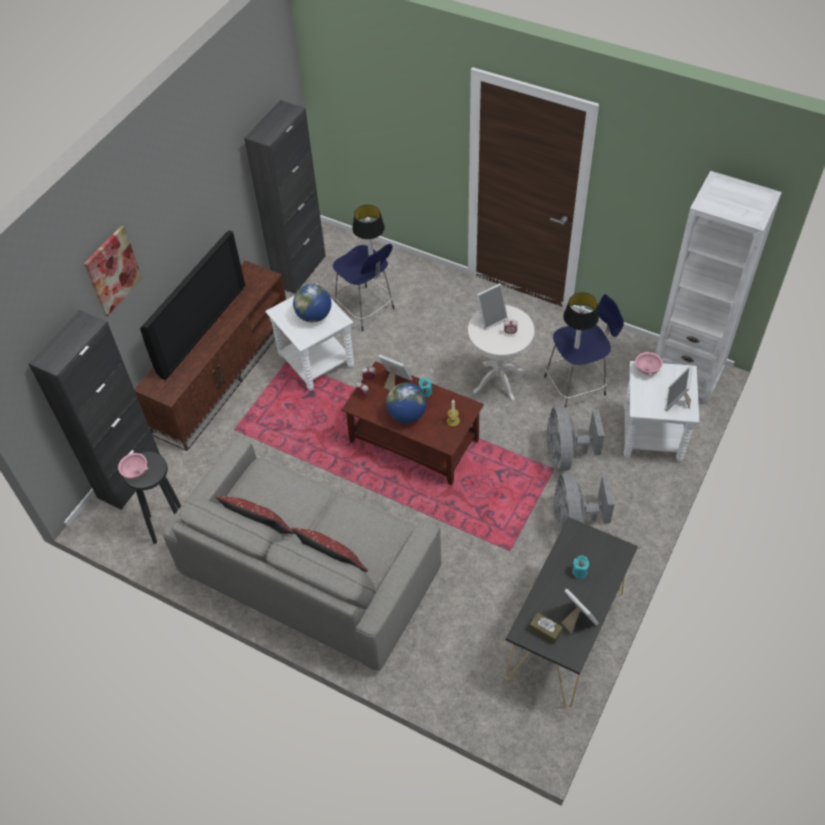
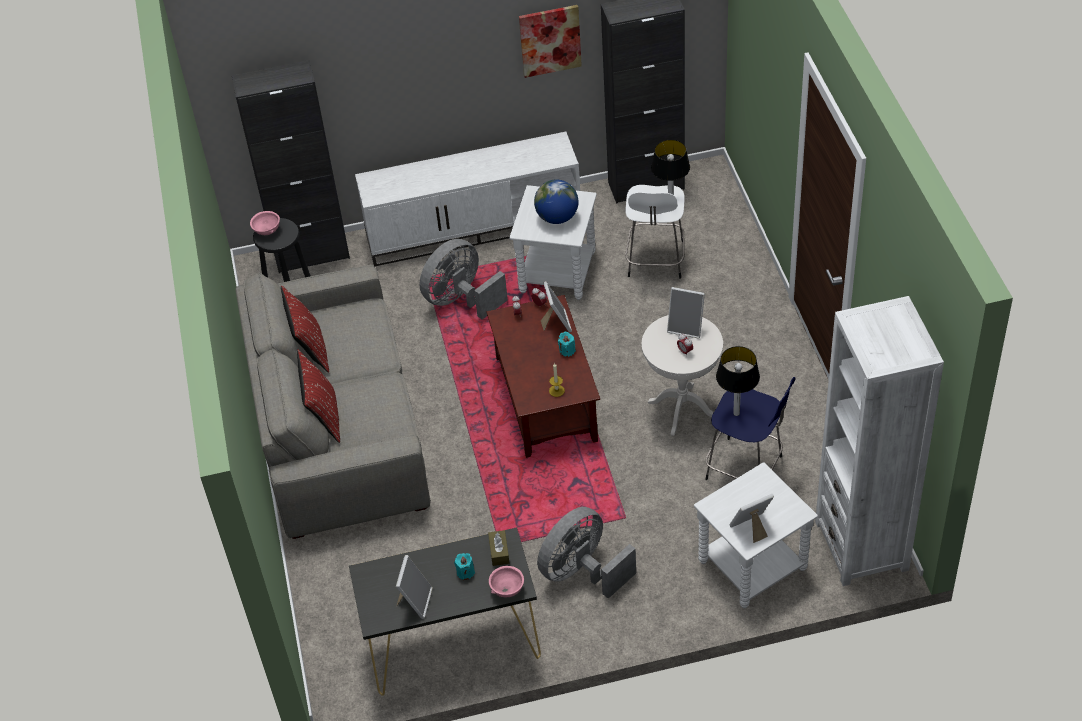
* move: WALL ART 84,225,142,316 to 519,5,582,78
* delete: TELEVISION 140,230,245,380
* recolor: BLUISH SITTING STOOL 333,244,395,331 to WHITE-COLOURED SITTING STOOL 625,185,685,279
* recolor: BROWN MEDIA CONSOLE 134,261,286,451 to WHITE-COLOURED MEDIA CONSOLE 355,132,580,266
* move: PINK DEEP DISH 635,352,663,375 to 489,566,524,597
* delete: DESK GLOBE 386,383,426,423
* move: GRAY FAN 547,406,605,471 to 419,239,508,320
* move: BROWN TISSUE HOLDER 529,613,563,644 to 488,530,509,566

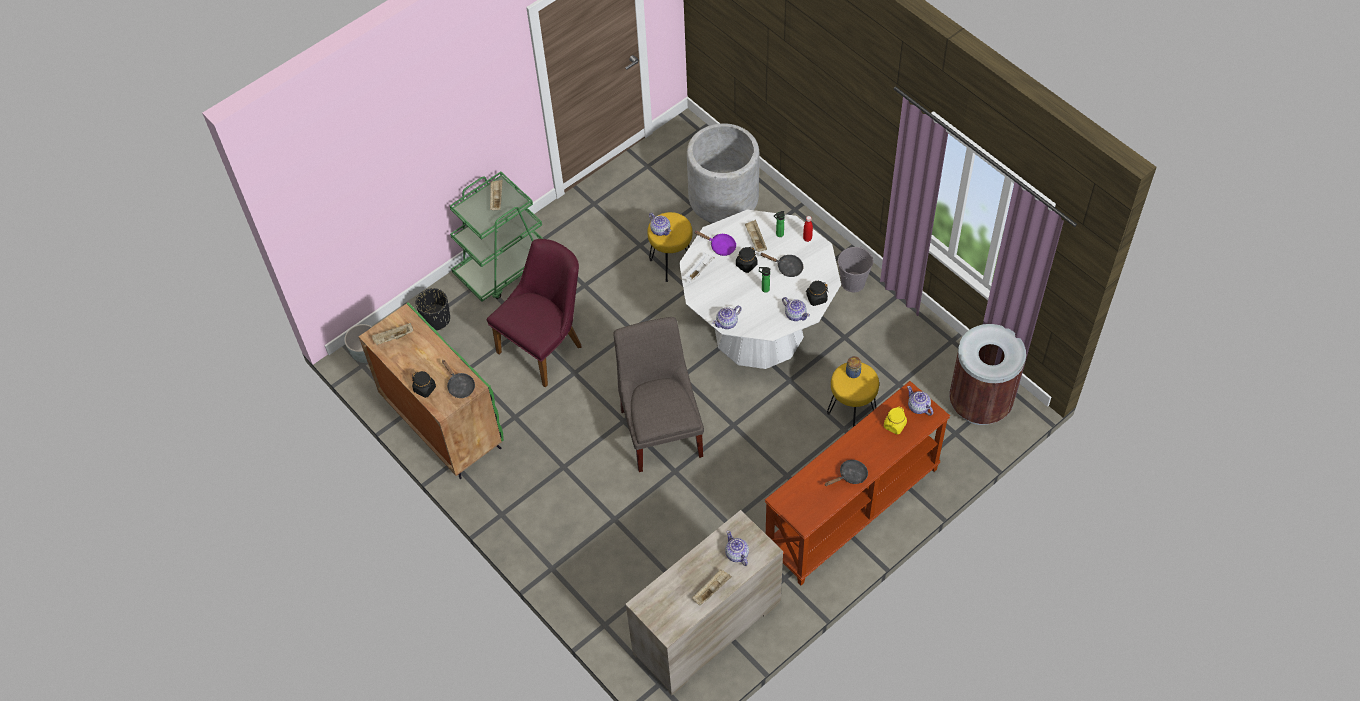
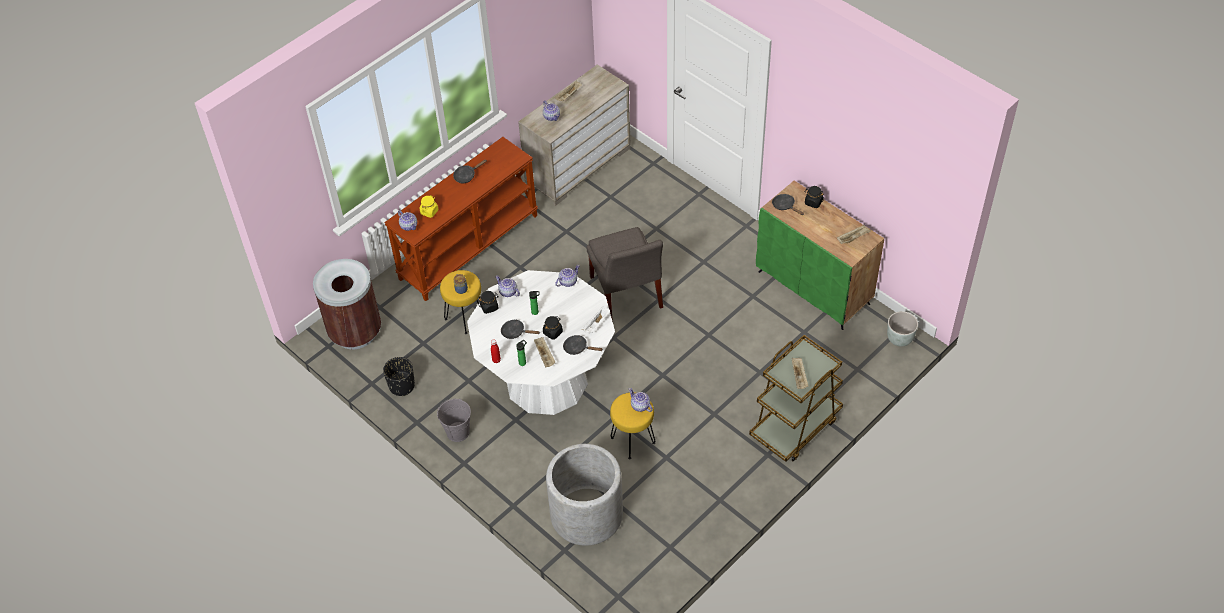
* recolor: GREENISH CART 450,171,543,301 to BROWN CART 749,335,843,462
* recolor: PURPLE-COLOURED SKILLET 695,231,736,256 to BLACKISH SKILLET 563,335,602,355
* delete: PURPLE-COLOURED CHAIR 487,239,582,388
* move: BLACKISH FLOWER POT 416,288,450,331 to 383,357,415,396

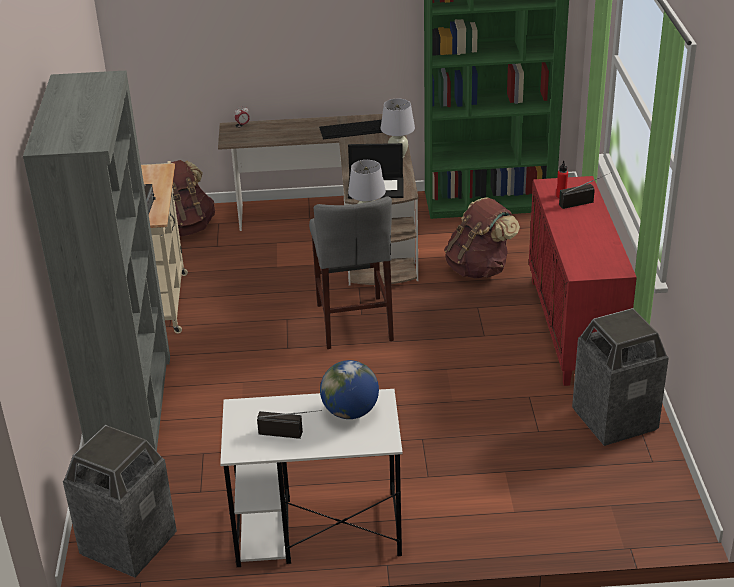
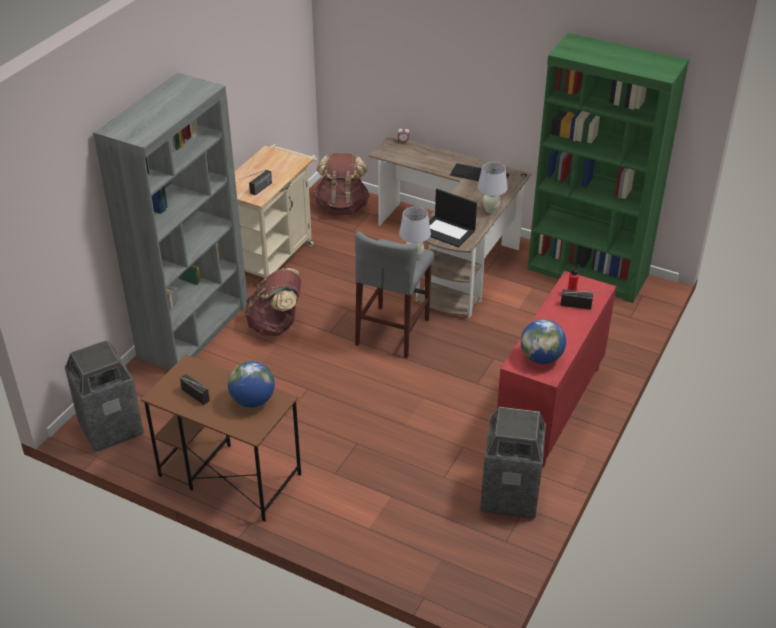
* move: BROWN BACKPACK 444,197,520,278 to 244,268,301,336
* recolor: WHITE-COLOURED DESK UNIT 220,389,403,567 to BROWN DESK UNIT 141,354,301,522
* insert: DESK GLOBE 521,319,566,364

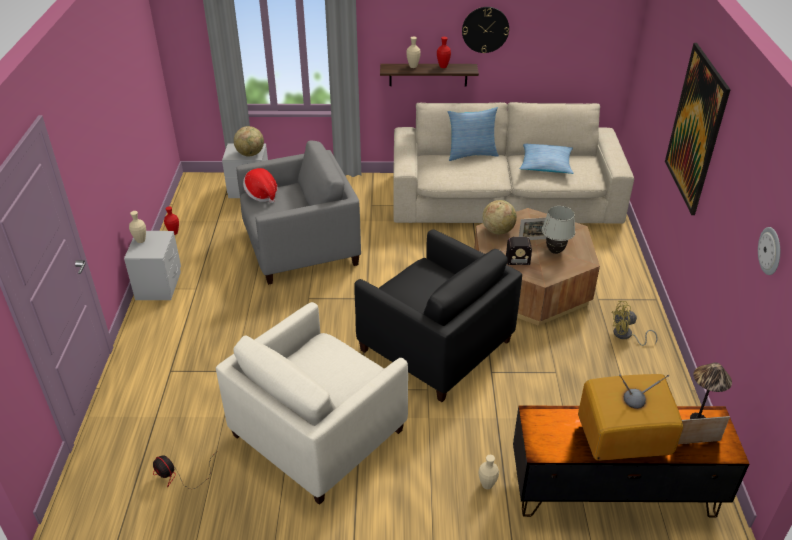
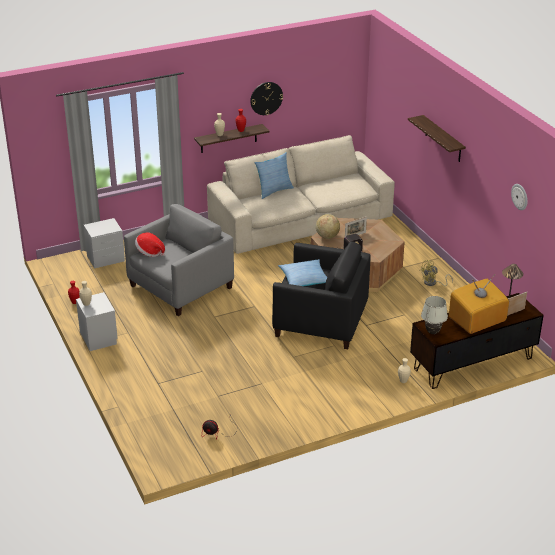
* replace: WALL ART 665,43,731,215 to BRACKET SHELF 408,115,466,162
* delete: DESK GLOBE 234,126,264,156
* move: PILLOW 520,144,574,174 to 278,259,327,286
* move: WHITE-COLOURED TABLE LAMP 542,206,575,254 to 421,296,448,334
* delete: BEIGE-COLOURED ARMCHAIR 216,302,408,505

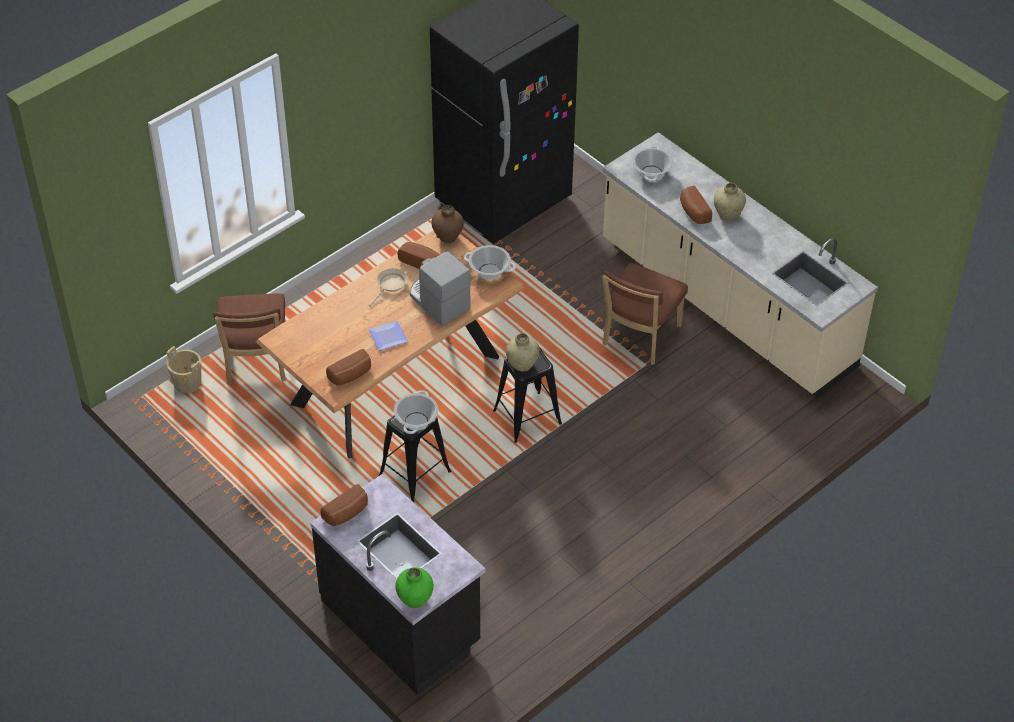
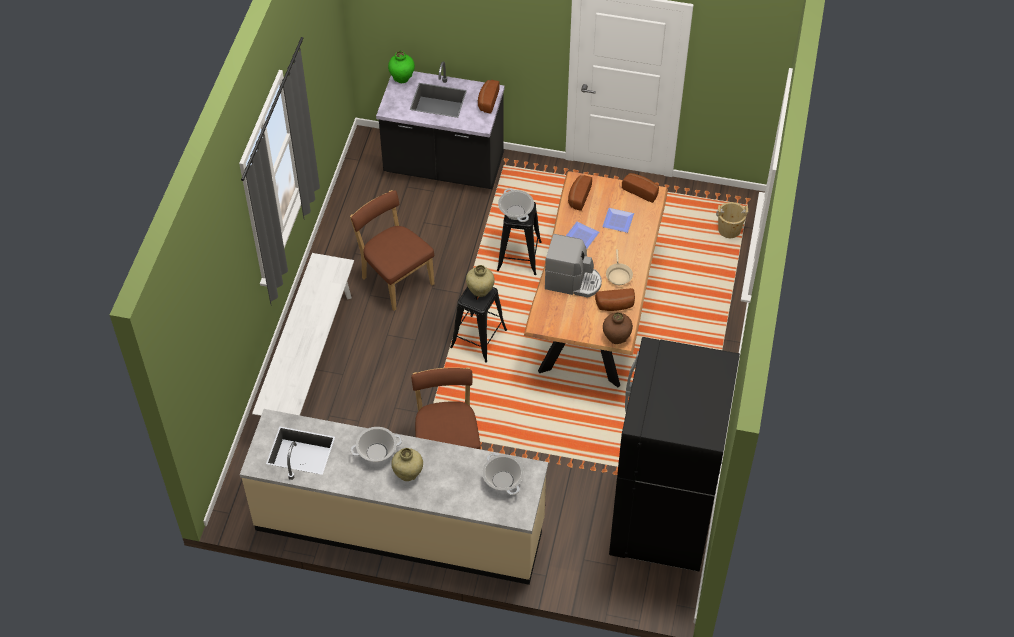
* move: BREAD 680,186,712,224 to 622,173,659,203
* move: STOCKPOT 464,245,516,280 to 350,427,402,462
* move: BROWN CHAIR 213,293,286,385 to 350,190,435,311
* insert: DINNER PLATE 602,208,634,233
* insert: WHITE-COLOURED BENCH 252,253,354,416

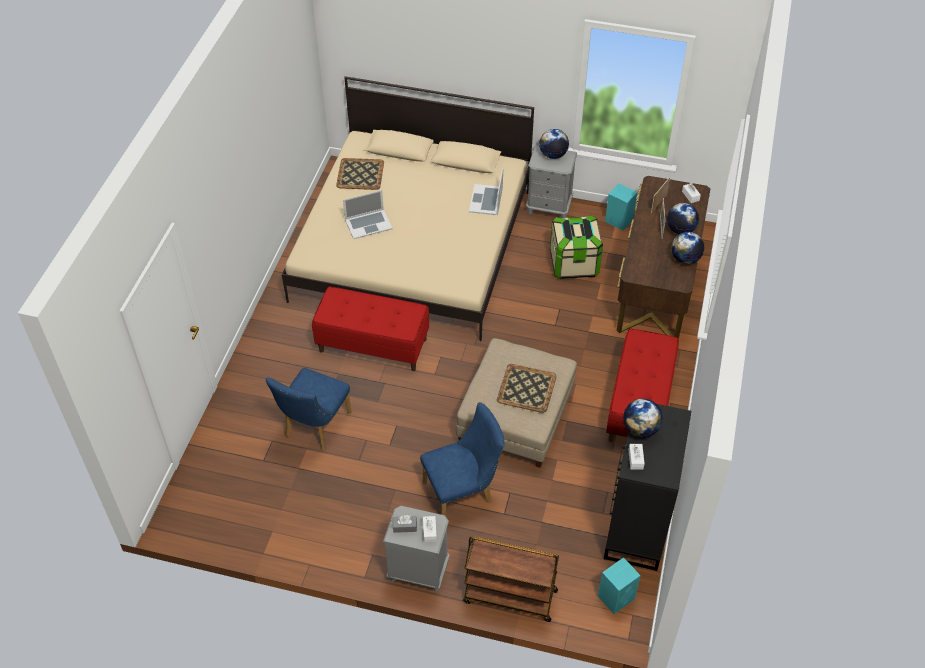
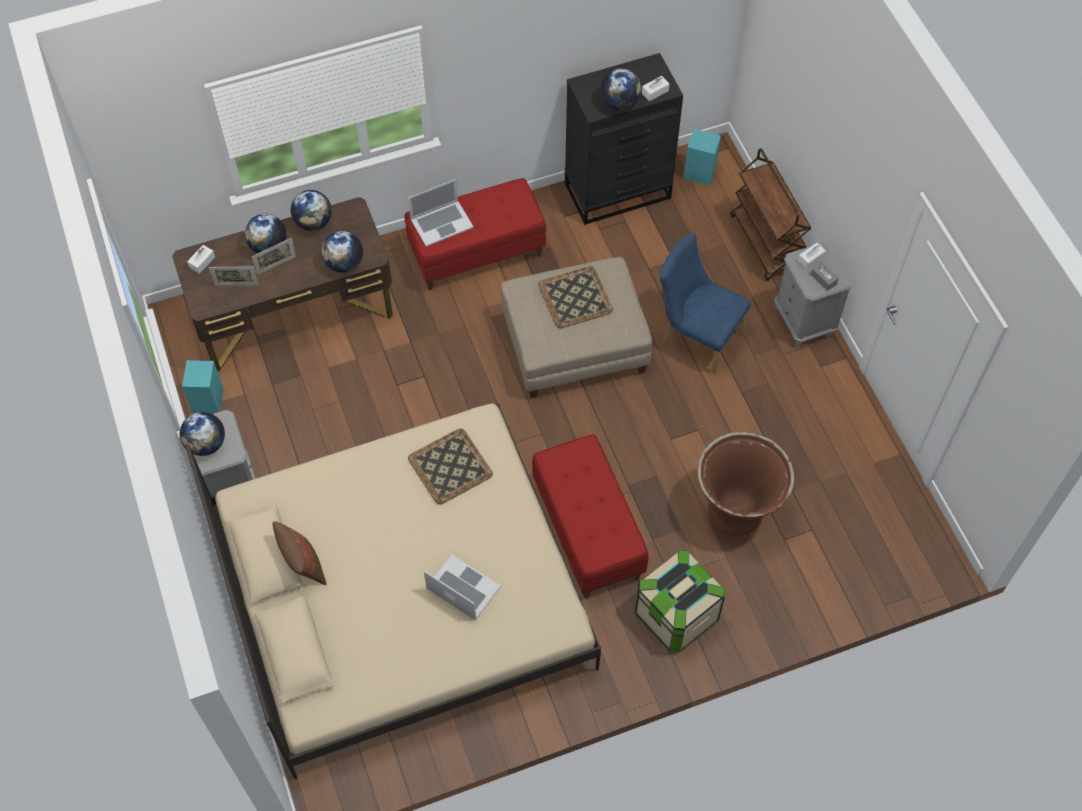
* move: CARRYING TRAY 336,158,384,190 to 408,429,493,504
* move: PORTABLE COMPUTER 469,168,503,215 to 408,179,474,247
* move: STORAGE BIN 550,215,603,279 to 635,550,725,652
* replace: BLUISH CHAIR 265,368,351,450 to BROWN FLOWER POT 697,432,794,536
* insert: DESK GLOBE 321,231,363,273
* insert: BROWN PILLOW 273,521,327,585

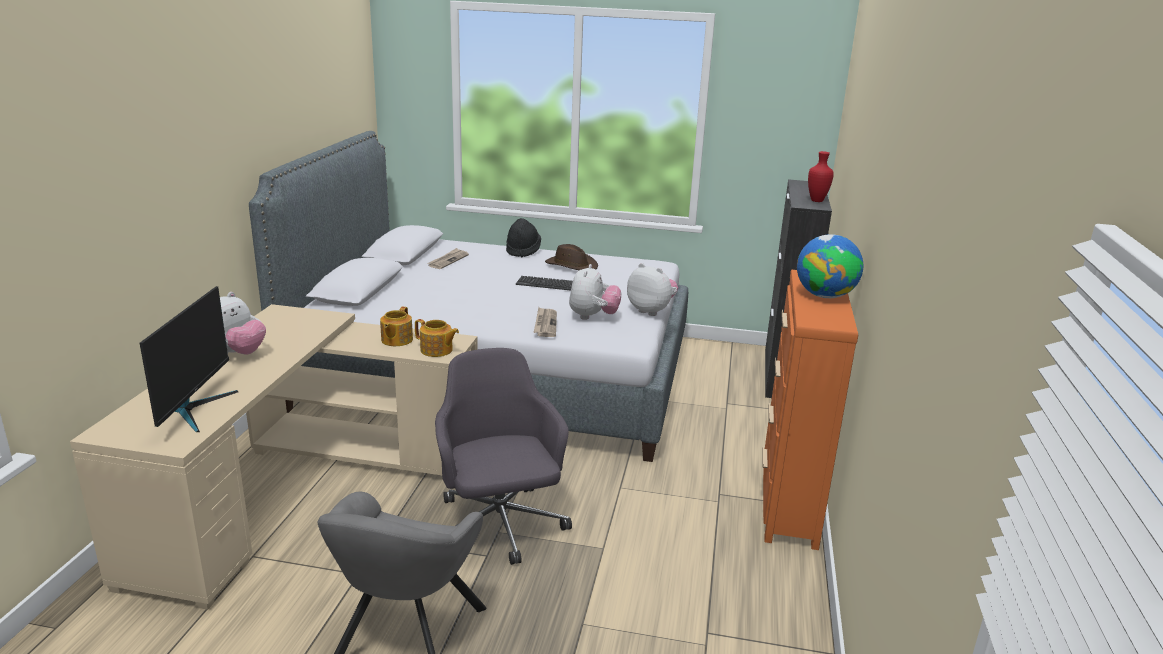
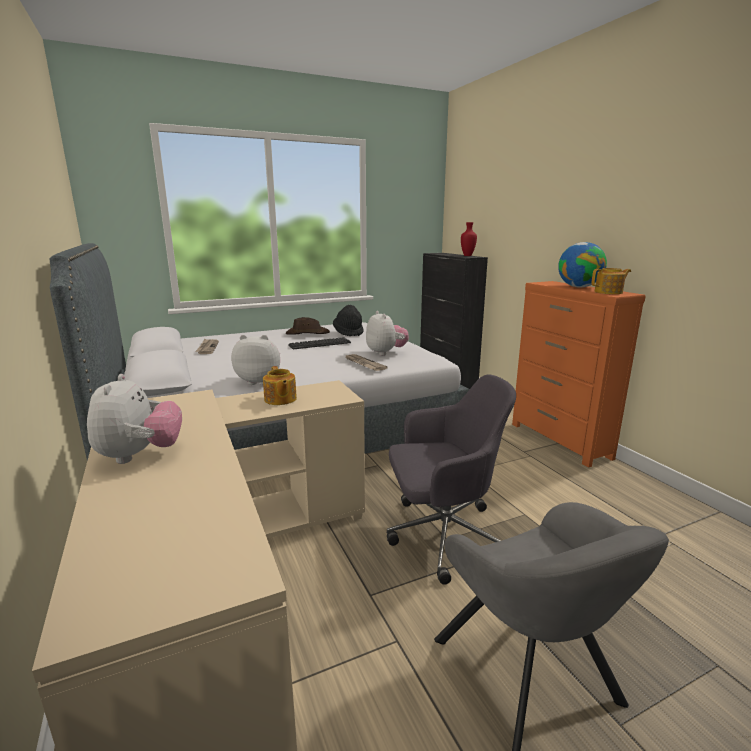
* move: BLACKISH CLOTHING HAT 506,218,541,257 to 333,305,364,336
* move: SOFT TOY 627,263,678,316 to 231,335,280,385
* delete: MONITOR 140,286,238,432
* move: TEAPOT 415,319,459,357 to 592,268,631,294
* rotate: GRAY OFFICE CHAIR 435,348,572,565 = 387,374,516,585 135 degrees clockwise

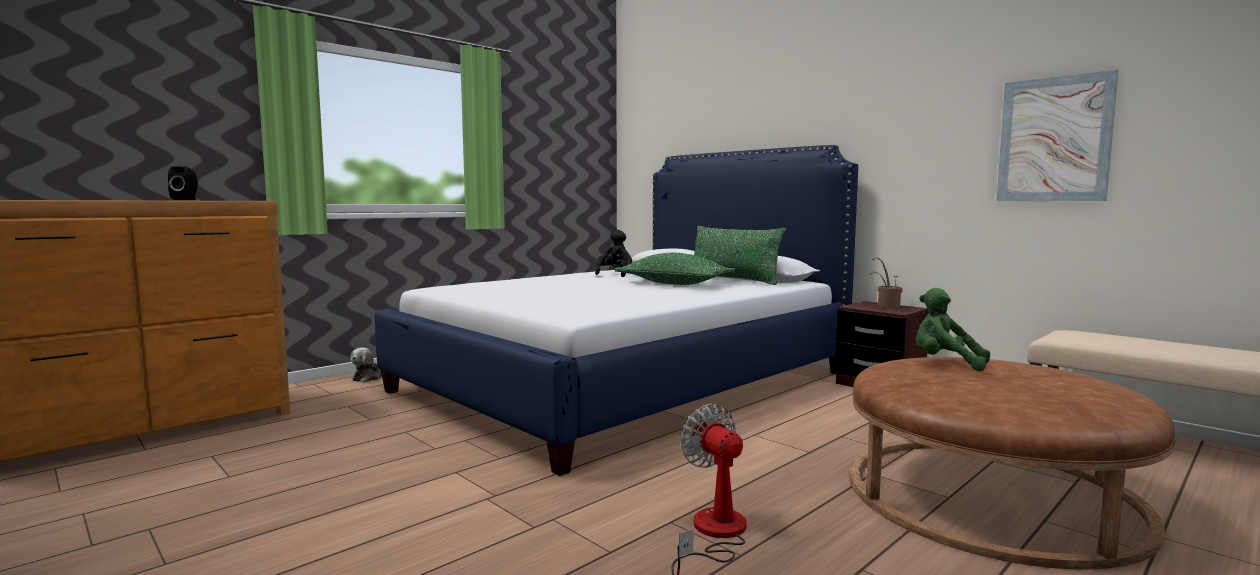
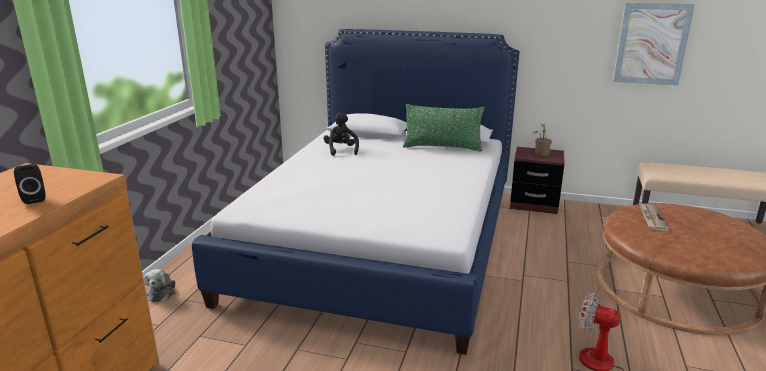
* delete: GREENISH PILLOW 615,253,735,285
* replace: GREENISH SOFT TOY 916,288,990,371 to DAILY PAPER 640,203,670,231

